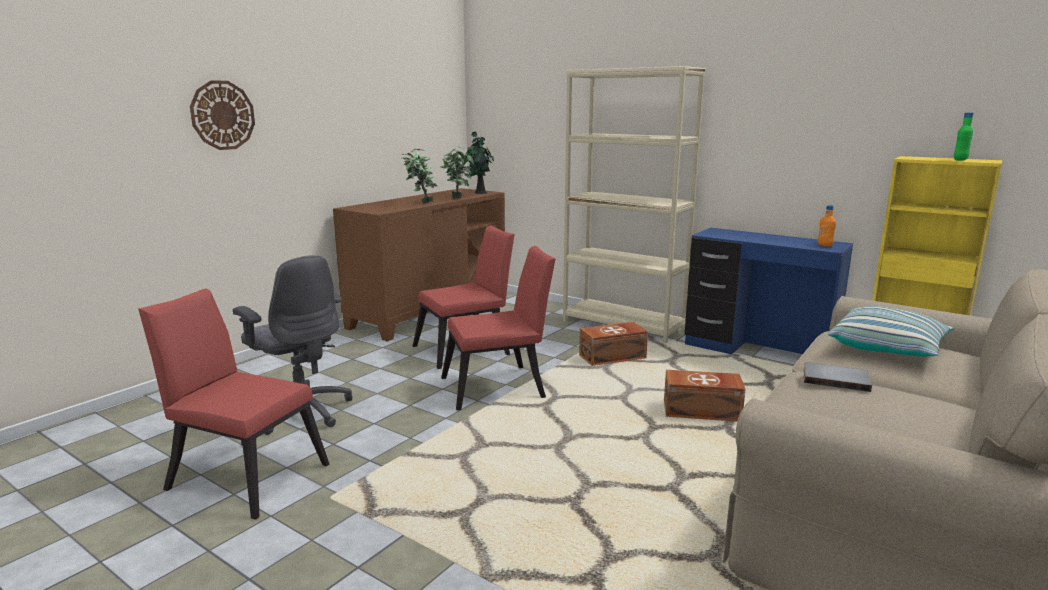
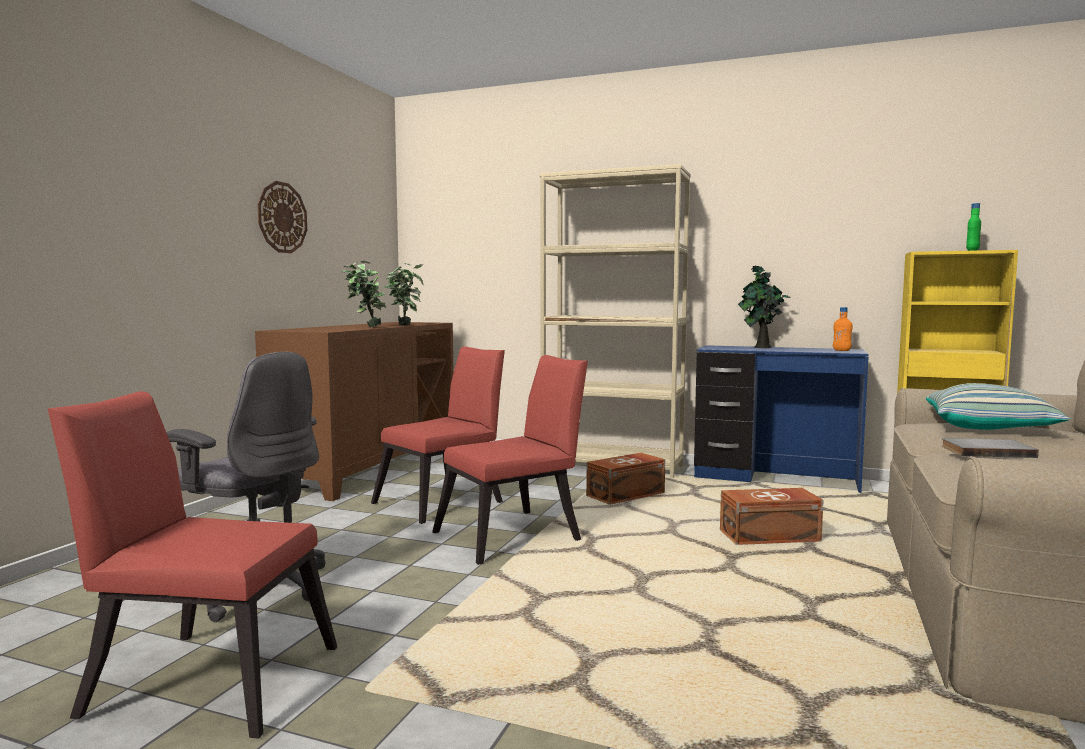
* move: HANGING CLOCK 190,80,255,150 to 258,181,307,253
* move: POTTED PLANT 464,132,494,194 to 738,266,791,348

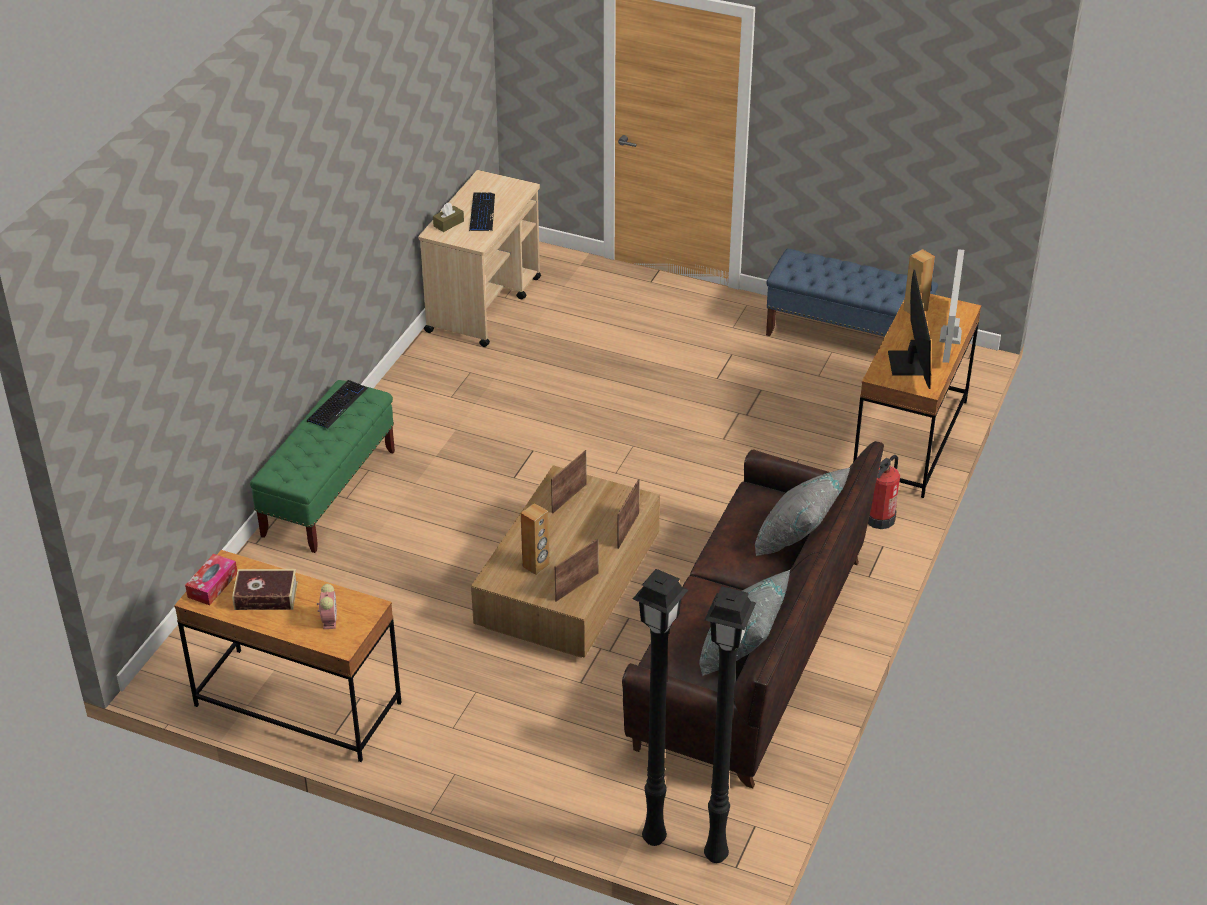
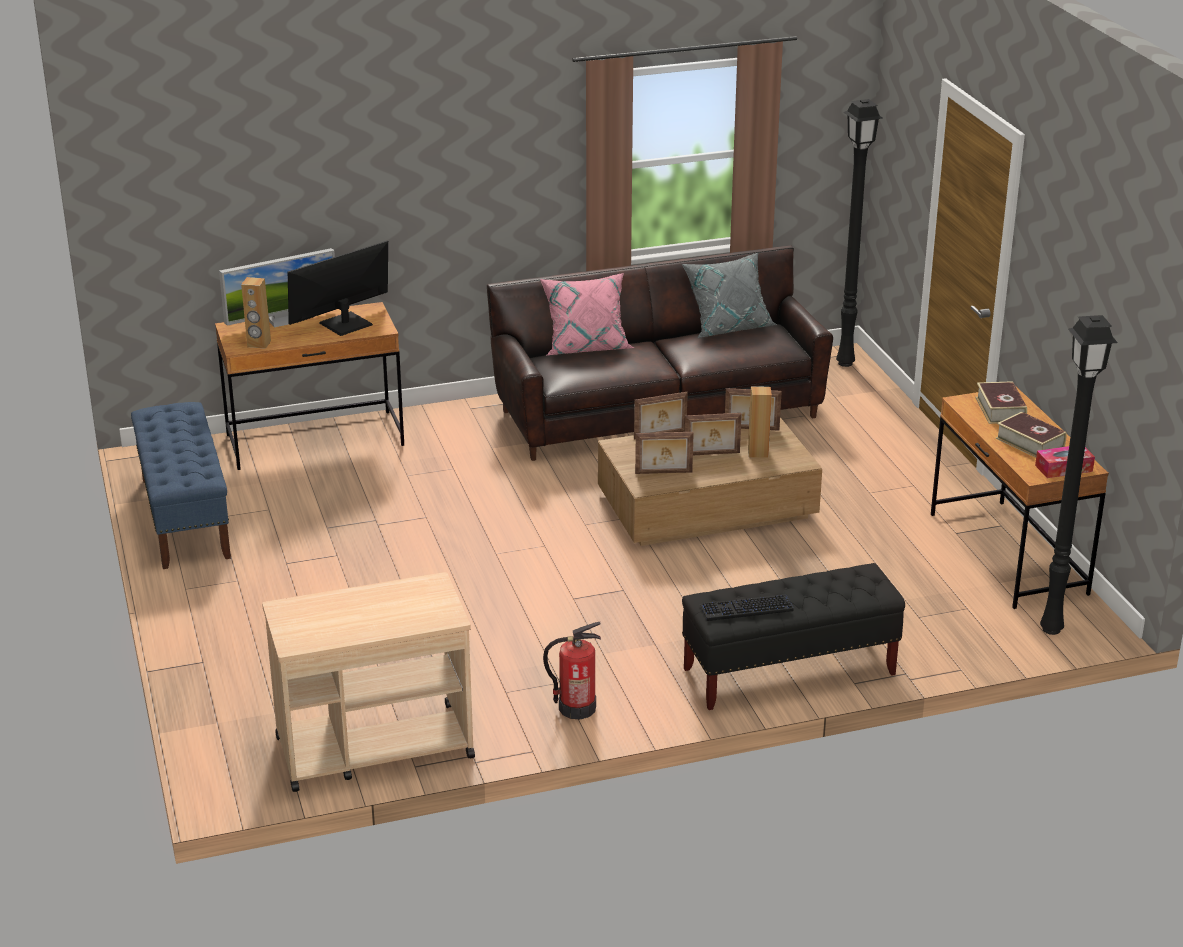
* delete: COMPUTER KEYBOARD 469,192,495,231
* delete: BROWN TISSUE HOLDER 433,203,464,232
* recolor: GREENISH BENCH 250,380,395,553 to BLACKISH BENCH 682,563,905,710
* move: FIRE-FIGHTING CYLINDER 868,455,900,529 to 543,622,601,719
* recolor: GRAY PILLOW 755,467,851,556 to PINK PILLOW 540,273,634,355
* move: BLACKISH STANDARD LAMP 633,569,688,846 to 1040,315,1118,635
* replace: TABLE CLOCK 317,584,337,629 to BOOK 975,381,1027,424
* insert: STANDING FRAME 685,413,742,455

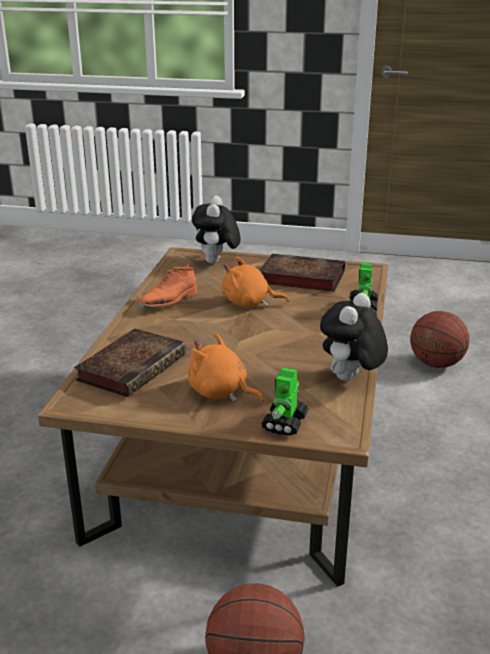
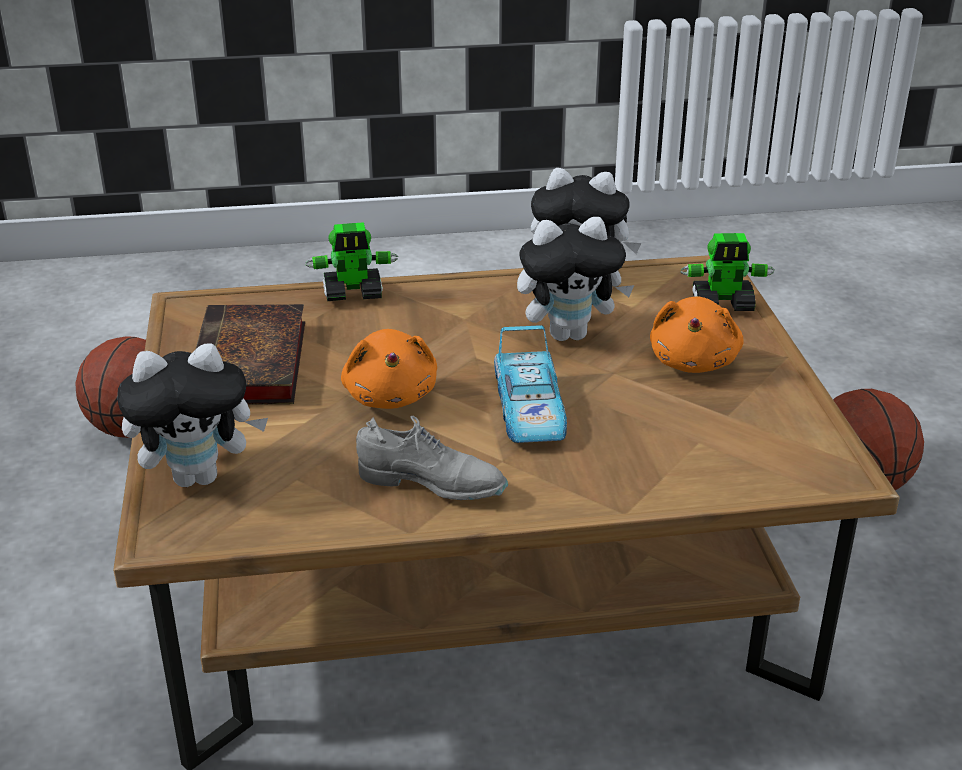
* recolor: ORANGEY SHOE 138,264,197,308 to GRAY SHOE 356,416,508,500
* delete: BOOK 74,329,186,397
* insert: SOFT TOY 517,217,634,341
* insert: MINIATURE CAR 494,325,567,443

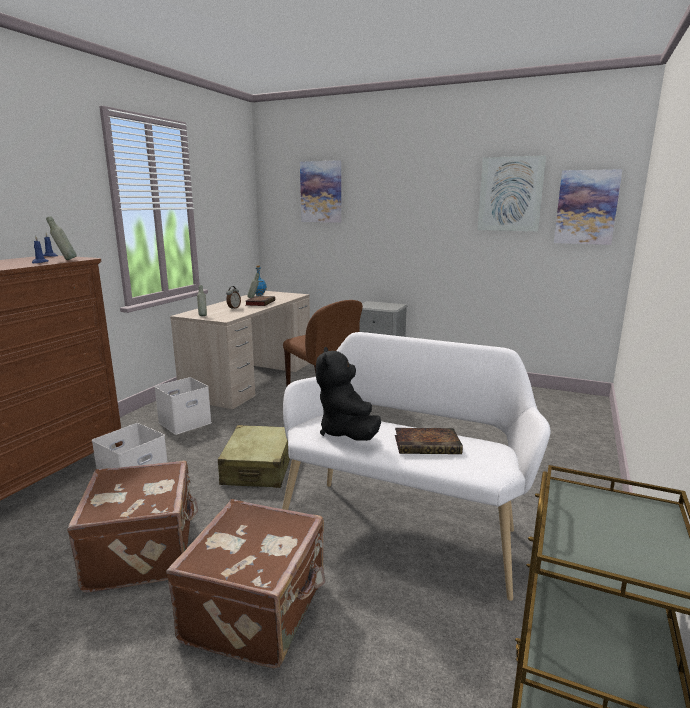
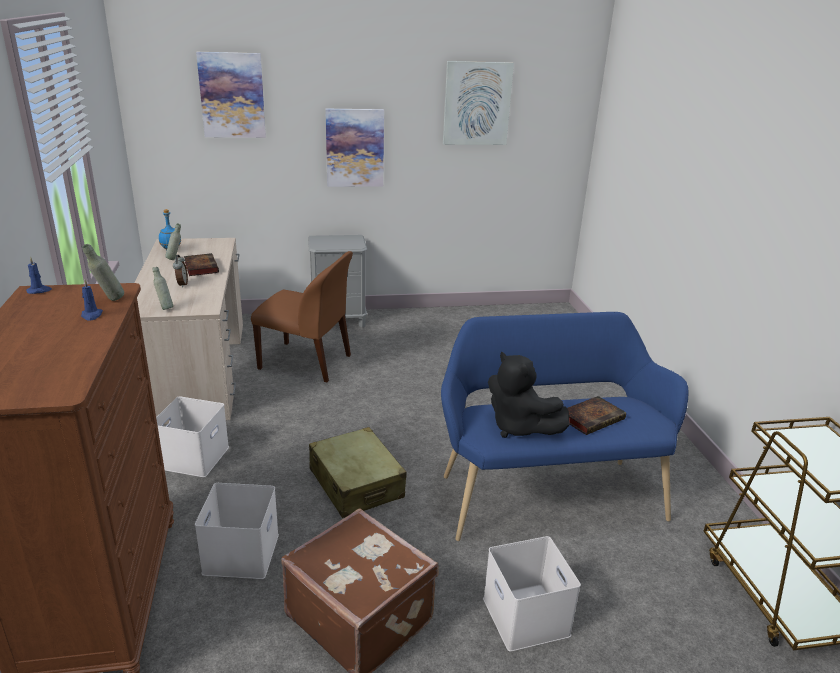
* move: WALL ART 554,169,623,245 to 325,109,384,187
* recolor: WHITE-COLOURED BENCH 282,332,551,601 to BLUISH BENCH 441,312,689,541
* replace: BROWN PIECE OF LUGGAGE 166,499,325,669 to WHITE-COLOURED STORAGE BIN 483,536,581,652

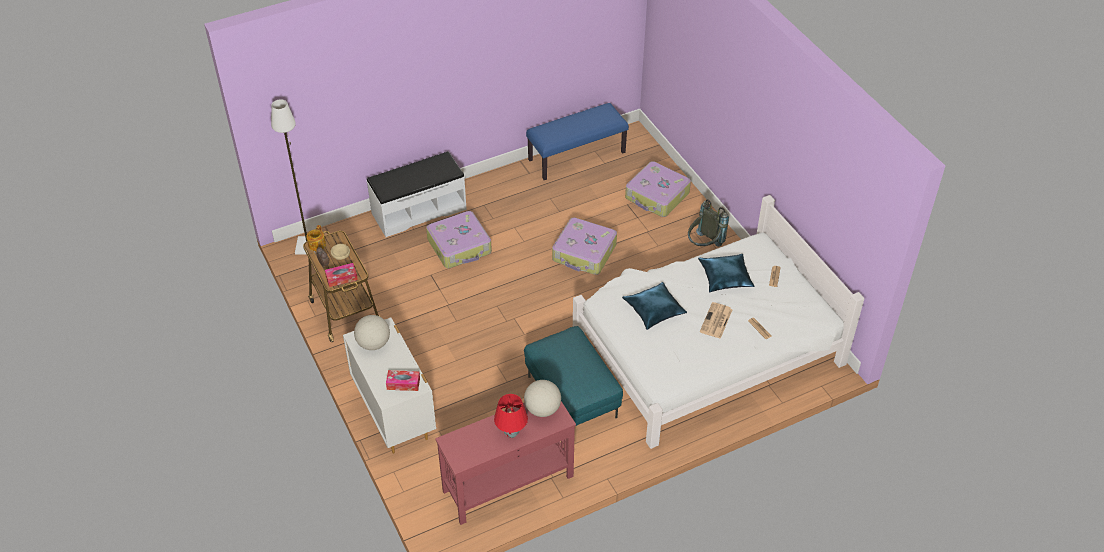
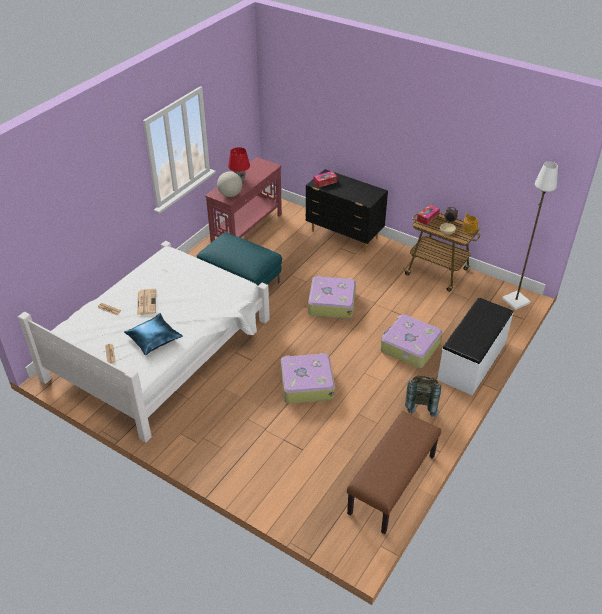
* recolor: BLUISH BENCH 526,103,629,180 to BROWN BENCH 347,411,441,534
* move: PIECE OF LUGGAGE 625,161,691,217 to 308,276,356,319
* move: GRAY BACKPACK 688,199,729,247 to 405,375,441,417
* delete: BLUISH PILLOW 622,282,687,330
* delete: DESK GLOBE 354,315,390,350
* recolor: WHITE-COLOURED CHEST OF DRAWERS 343,317,436,454 to BLACKISH CHEST OF DRAWERS 306,169,388,252

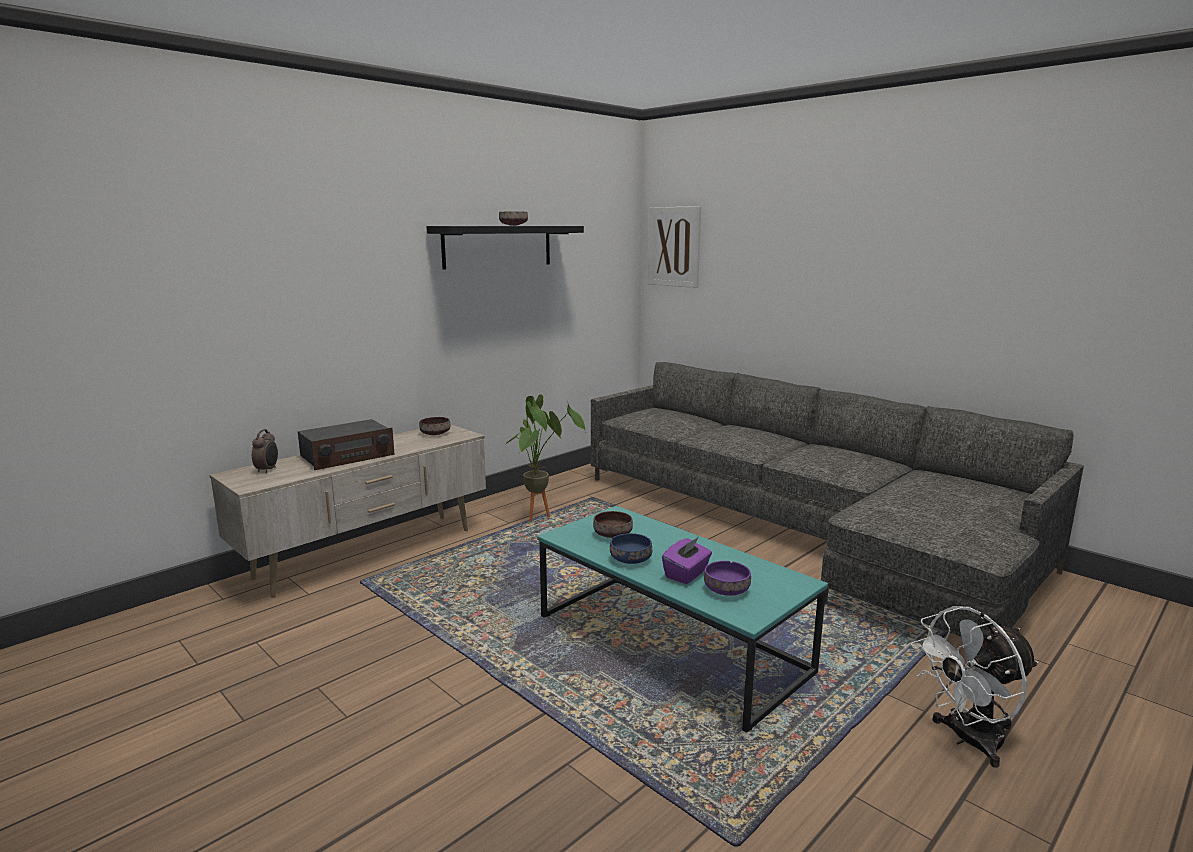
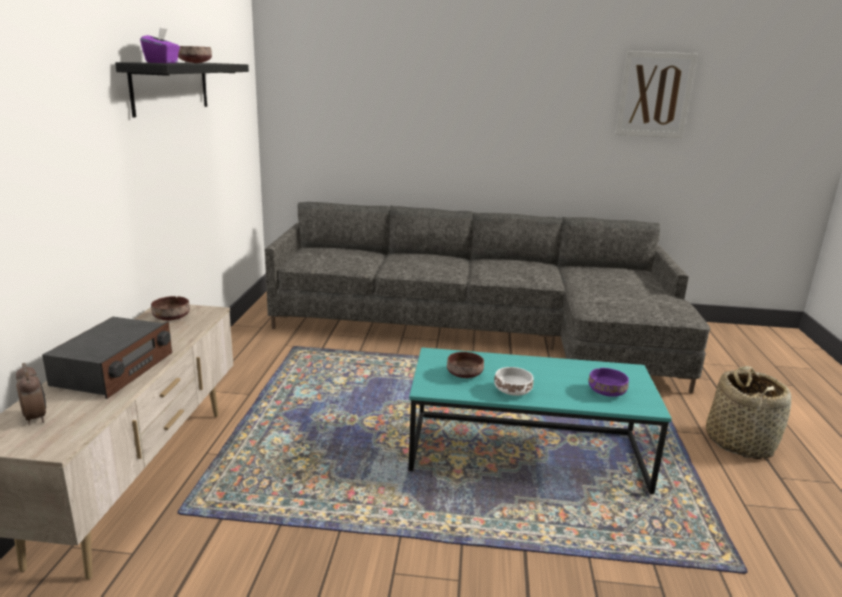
* move: WALL ART 648,206,701,288 to 615,51,697,138
* delete: POTTED PLANT 506,394,586,522
* recolor: BLUISH DEEP DISH 610,533,652,564 to WHITE-COLOURED DEEP DISH 494,367,533,396
* move: PURPLE-COLOURED TISSUE HOLDER 662,537,712,584 to 140,28,180,63
* replace: WHITE-COLOURED FAN 911,606,1039,768 to STORAGE BASKET 706,366,791,459

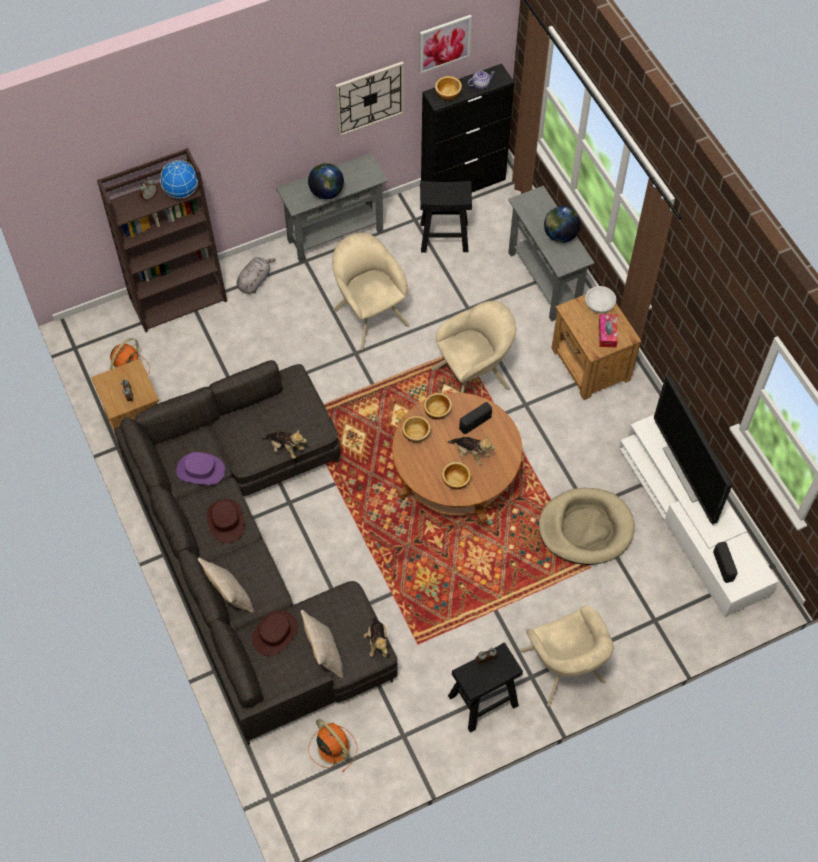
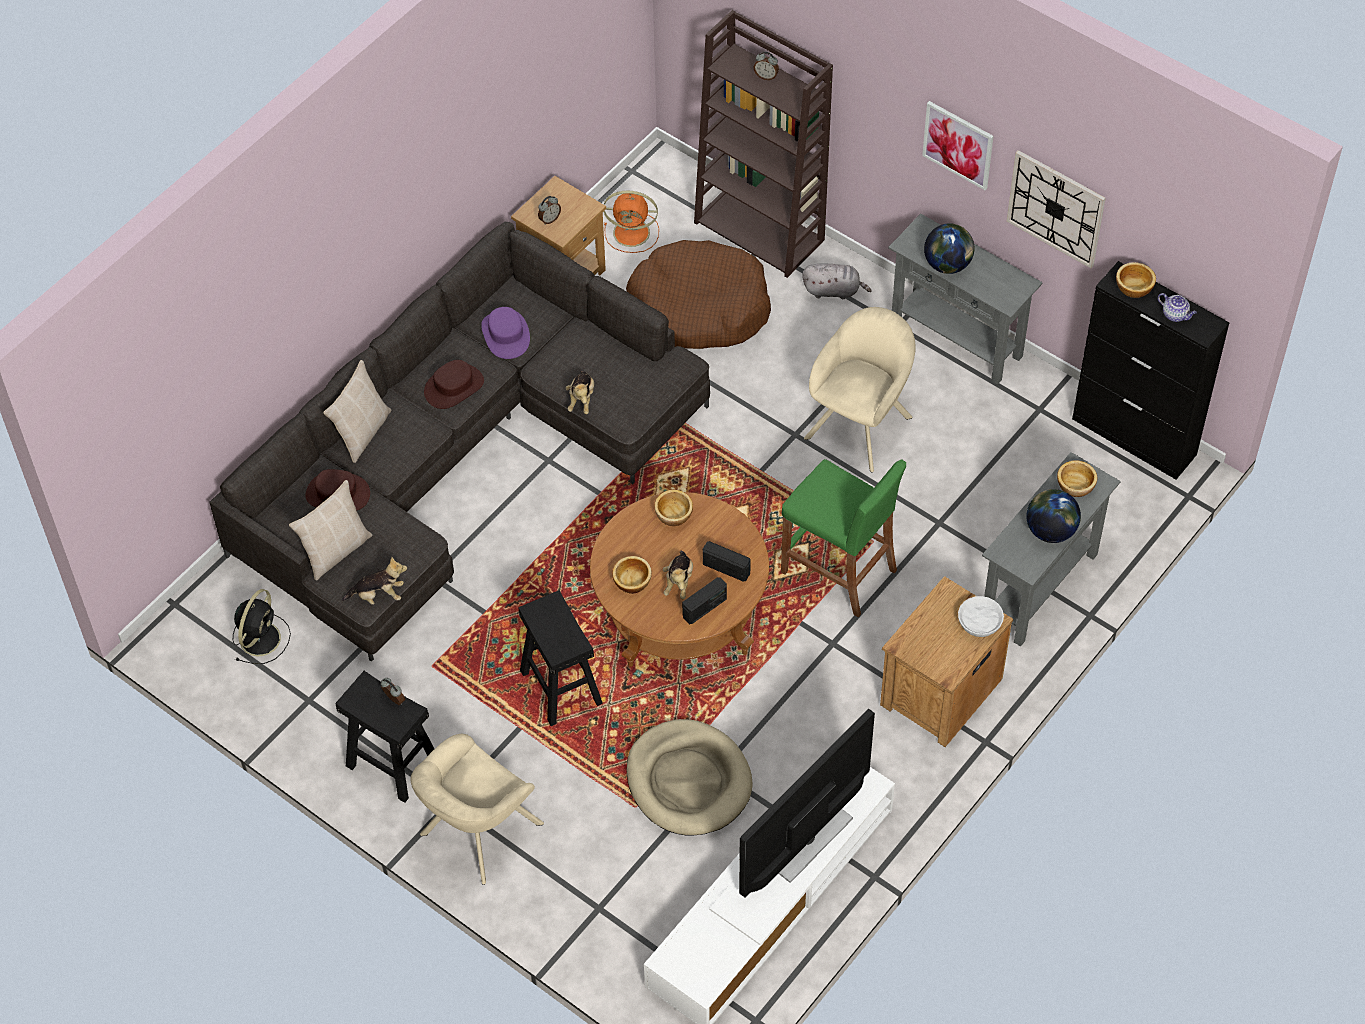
* move: WALL ART 419,15,472,74 to 922,101,993,190
* delete: DESK GLOBE 160,160,198,198
* move: BLACKISH SITTING STOOL 420,181,472,252 to 518,590,603,726
* replace: BEIGE-COLOURED ARMCHAIR 431,301,516,393 to GREENISH SITTING STOOL 781,459,906,617
* delete: TISSUE HOLDER 599,314,618,348
* move: DEEP DISH 424,393,452,420 to 1057,460,1097,497
* move: RADIO SET 713,541,738,583 to 682,577,727,624
* rotate: SOFT TOY 364,616,388,657 = 342,556,407,605 150 degrees counterclockwise
* recolor: ORANGEY FAN 308,719,357,773 to BLACKISH FAN 233,589,291,664
* insert: BROWN PET BED 626,240,771,349

